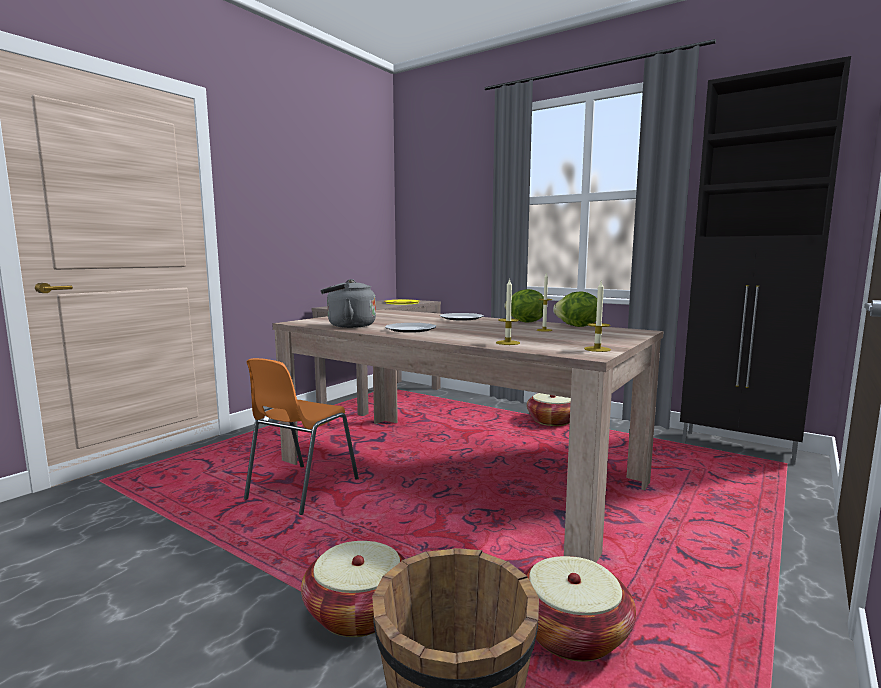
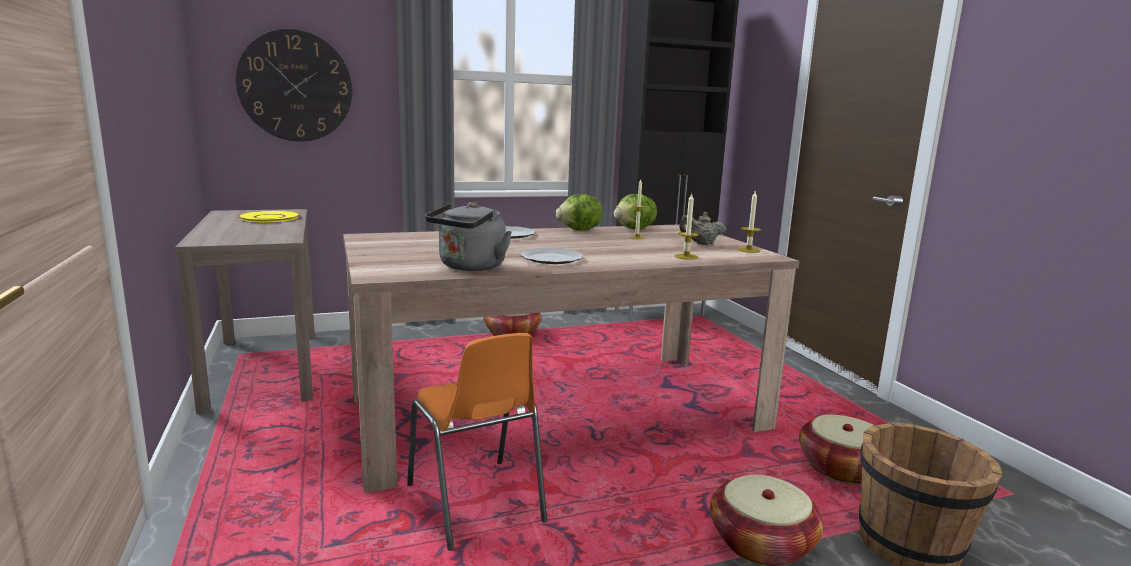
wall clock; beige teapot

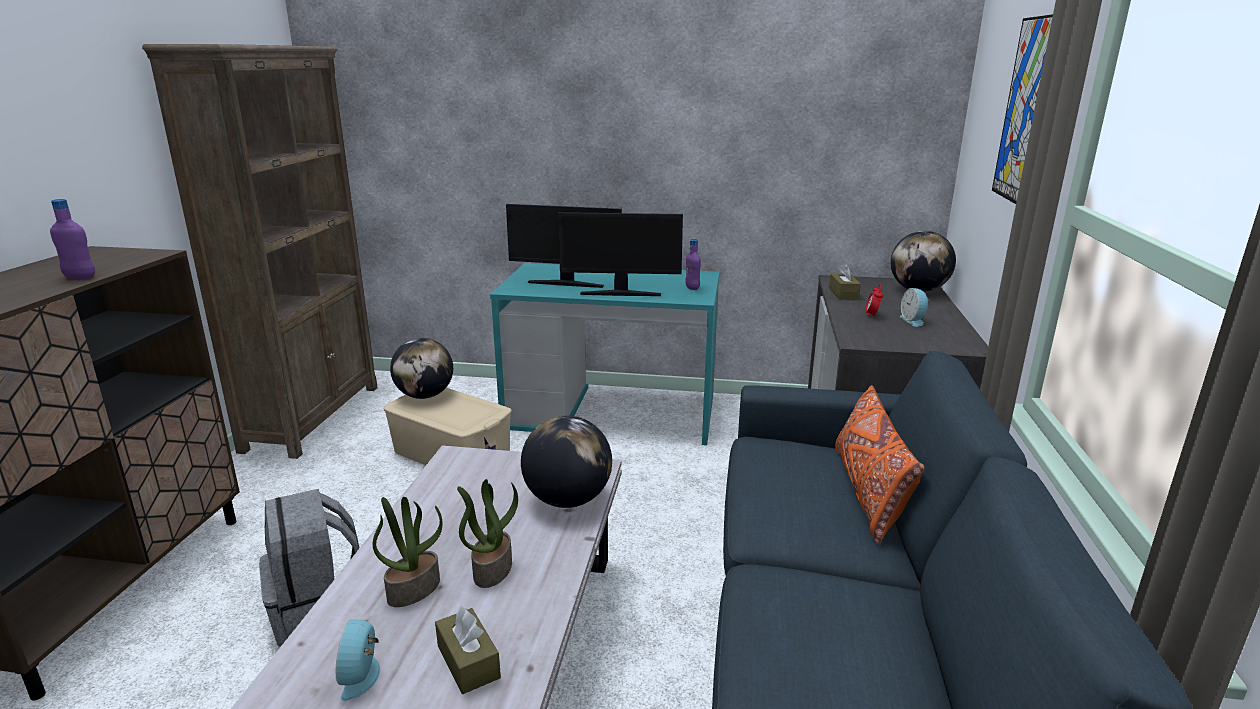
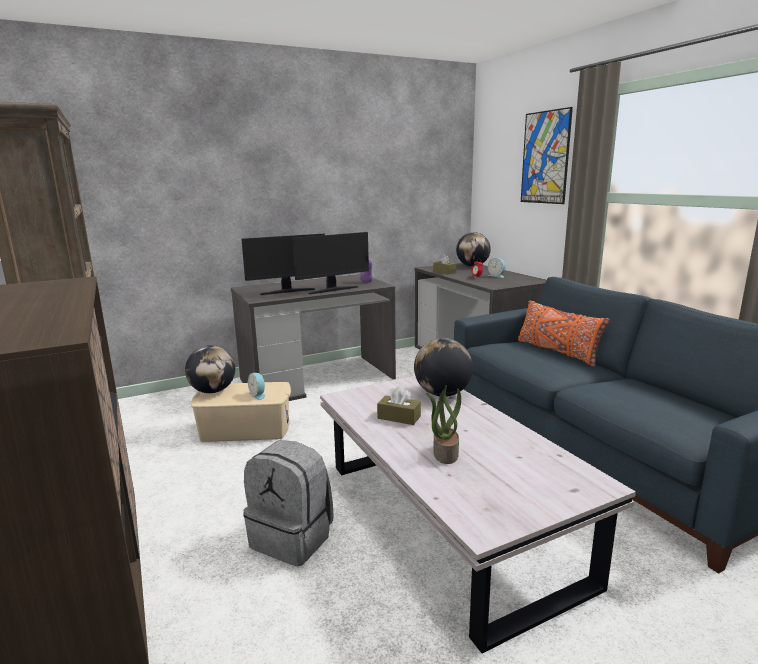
purple bottle (no. 1 from left in the first image); grey desk (no. 1 from left); potted plant (no. 2 from left in the first image); brown tissue box (no. 1 from left); alarm clock (no. 1 from left)

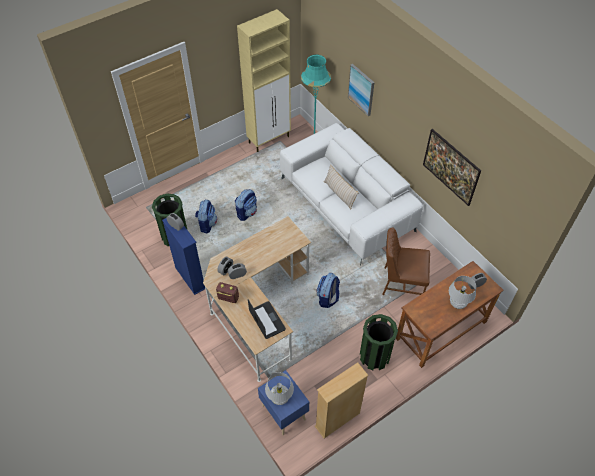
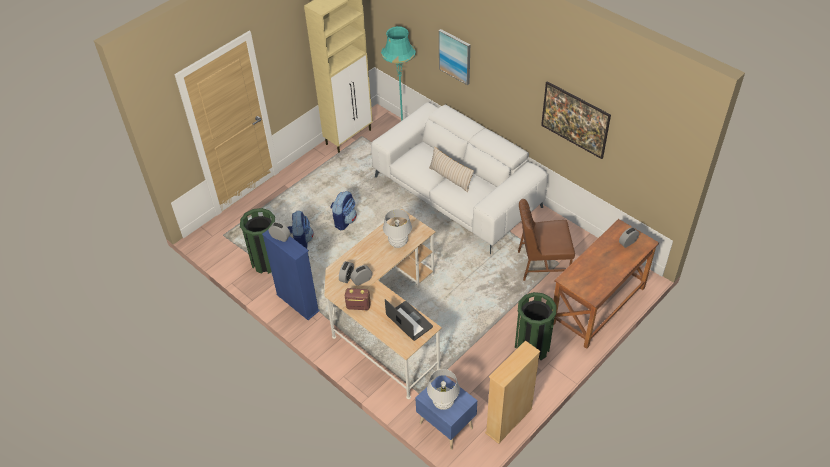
backpack (no. 3 from left in the first image); white table lamp (no. 1 from left)

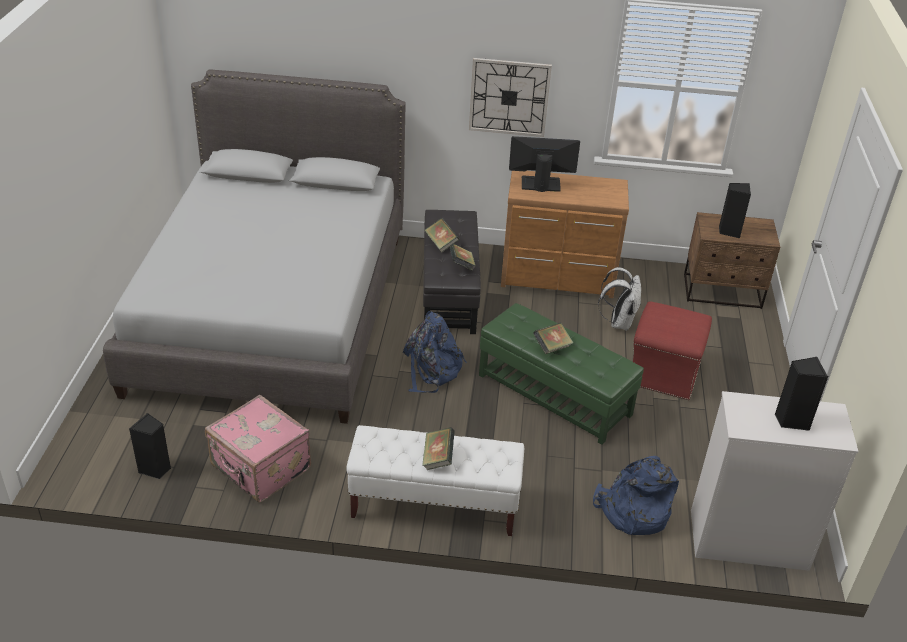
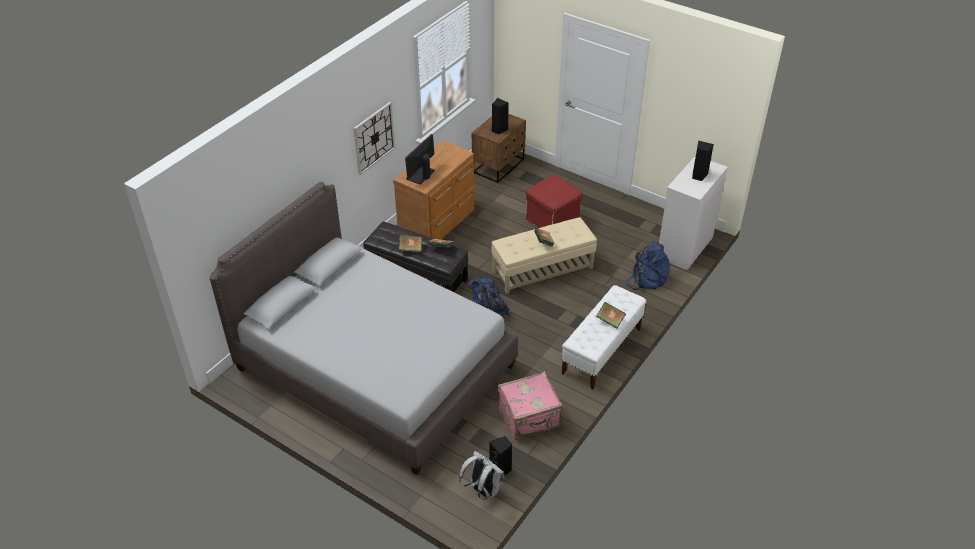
white backpack; beige ottoman

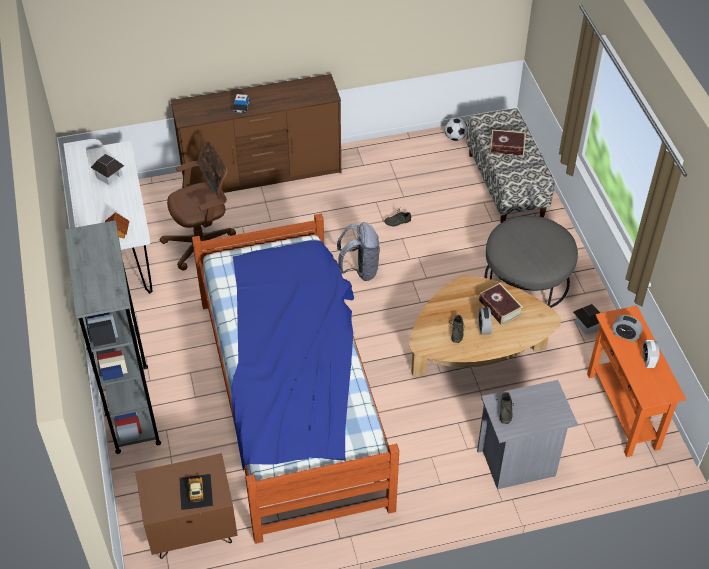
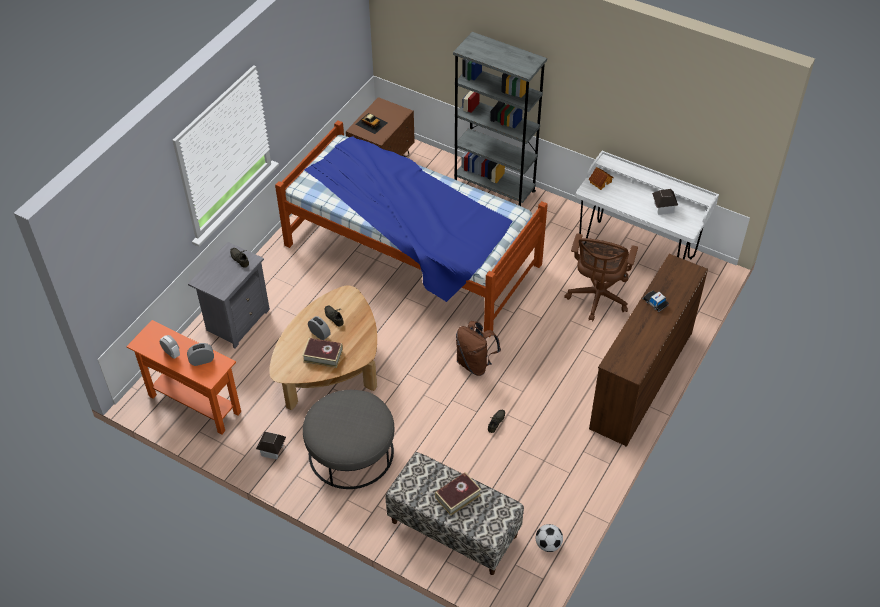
brown backpack

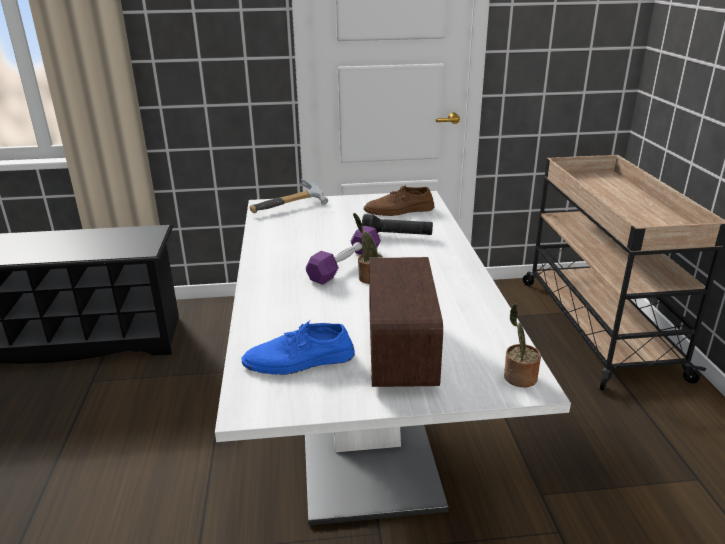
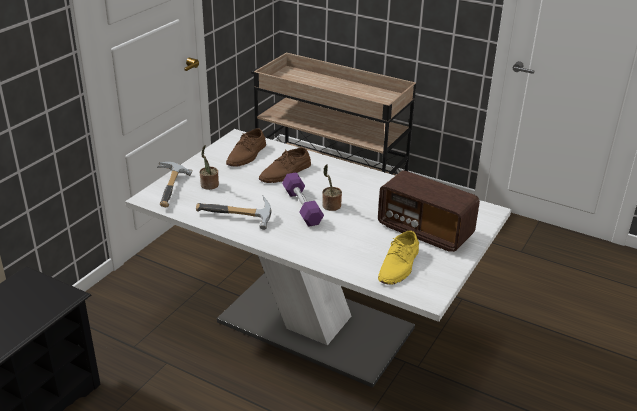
brown shoe (no. 2 from left); potted plant (no. 1 from left); yellow shoe; hammer (no. 2 from left)

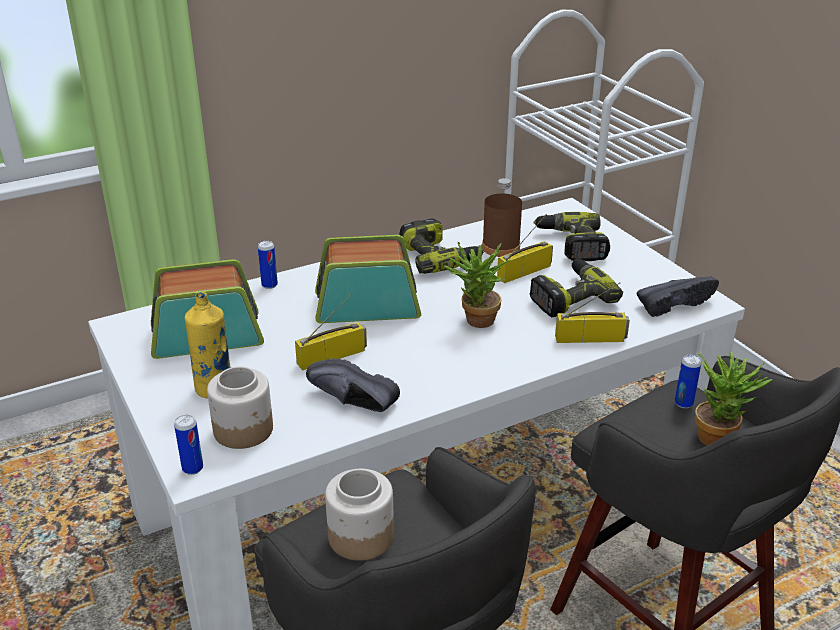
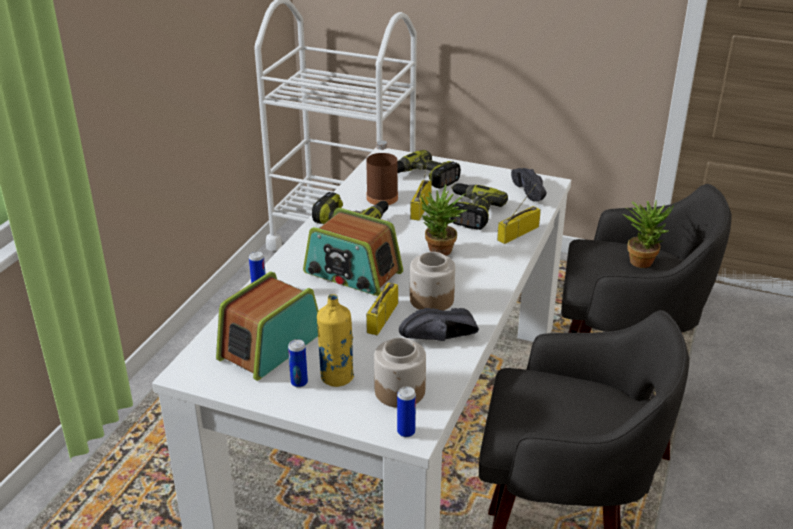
radio (no. 2 from left); black shoe (no. 2 from left); can (no. 2 from left); jar (no. 2 from left)

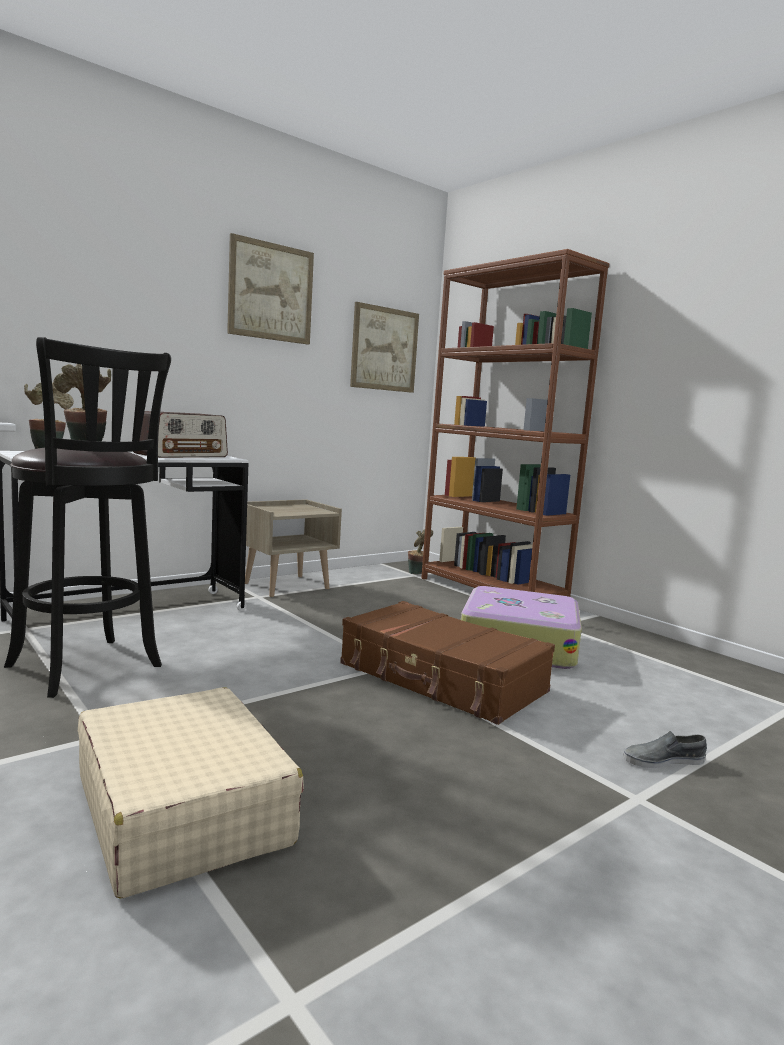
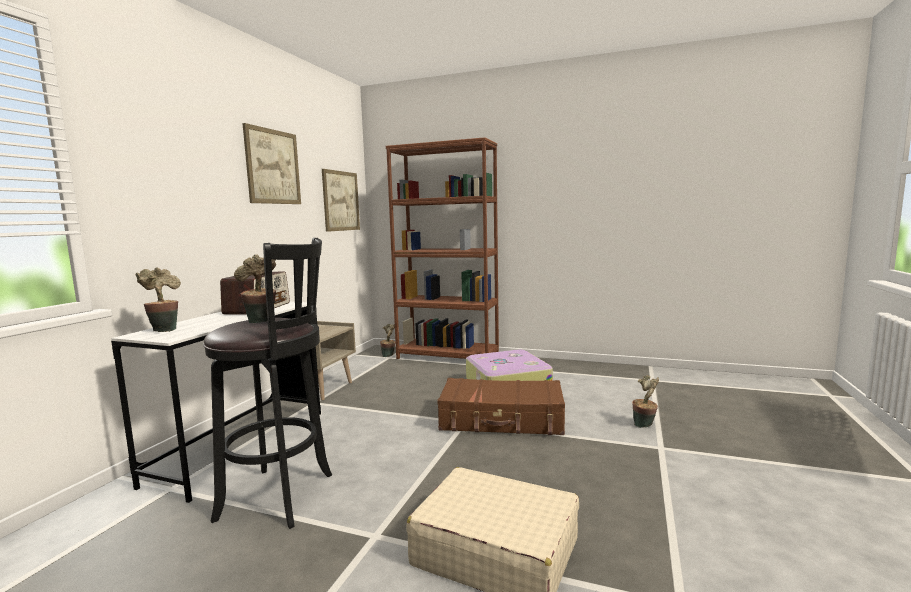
potted plant (no. 4 from left)

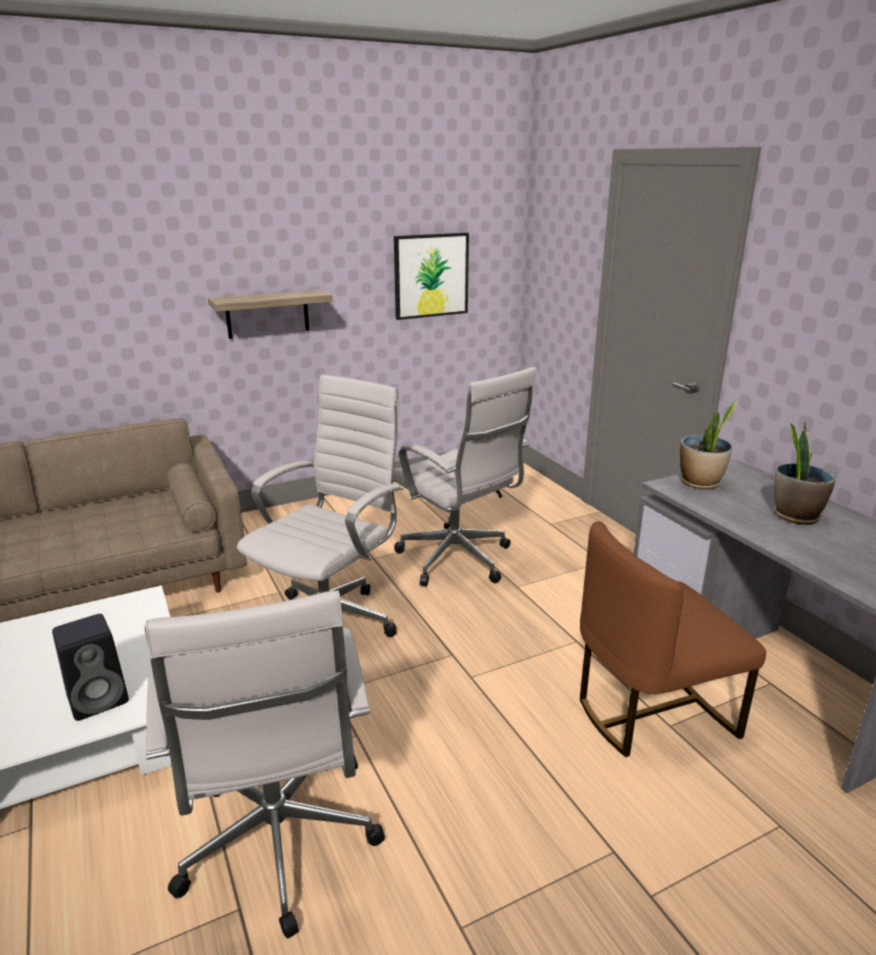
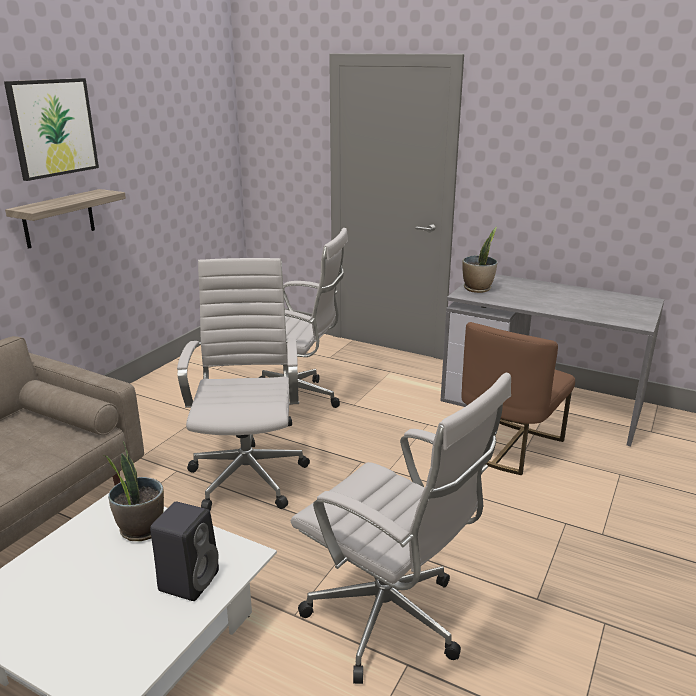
picture; potted plant (no. 1 from left)

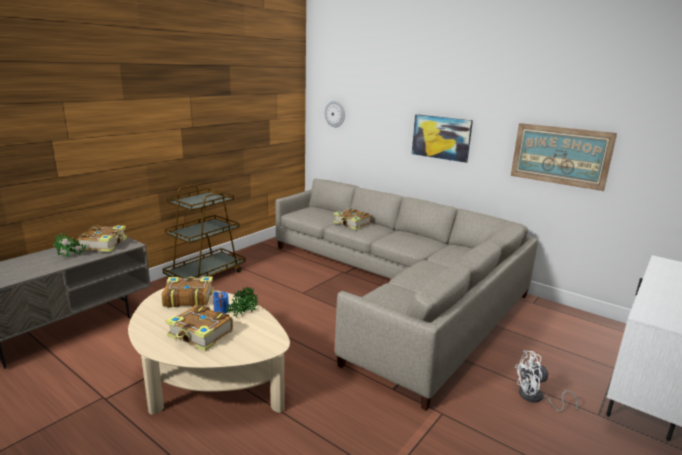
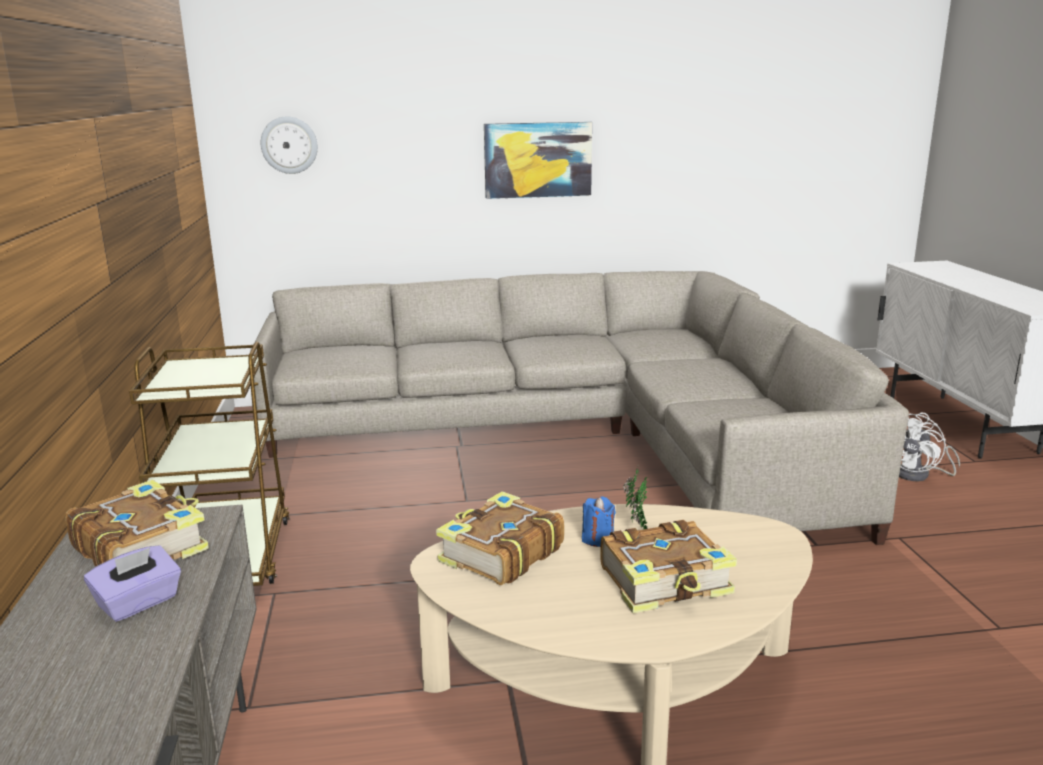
picture (no. 2 from left in the first image); book (no. 4 from left in the first image); purple tissue box

